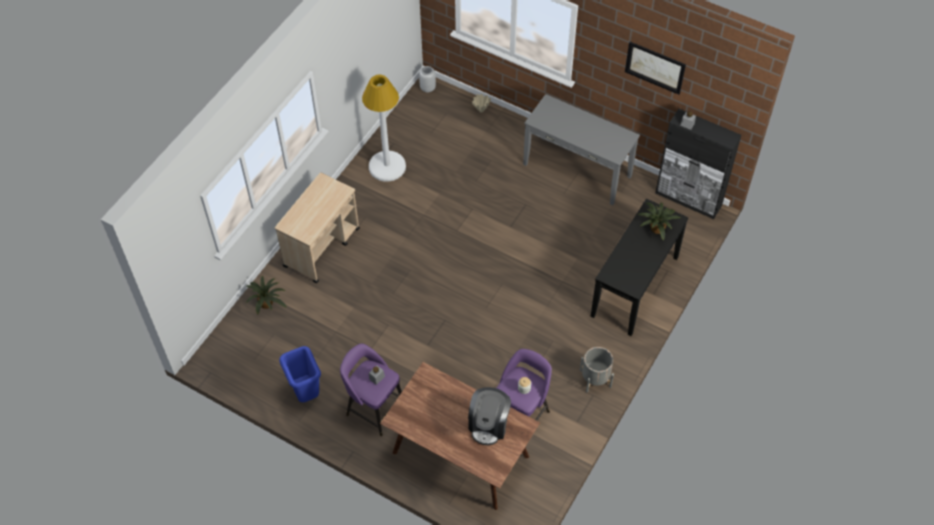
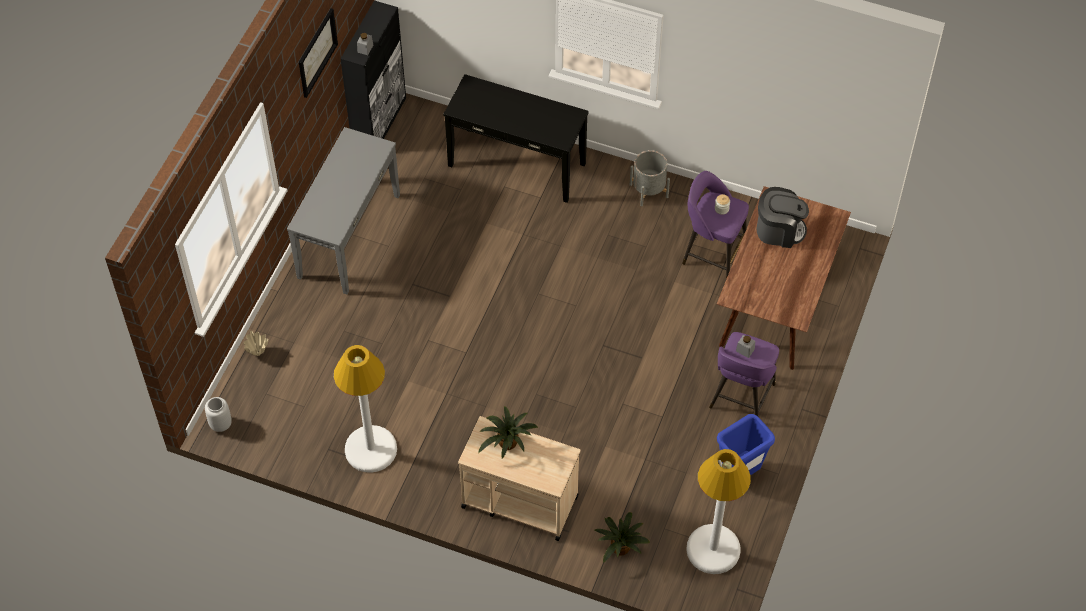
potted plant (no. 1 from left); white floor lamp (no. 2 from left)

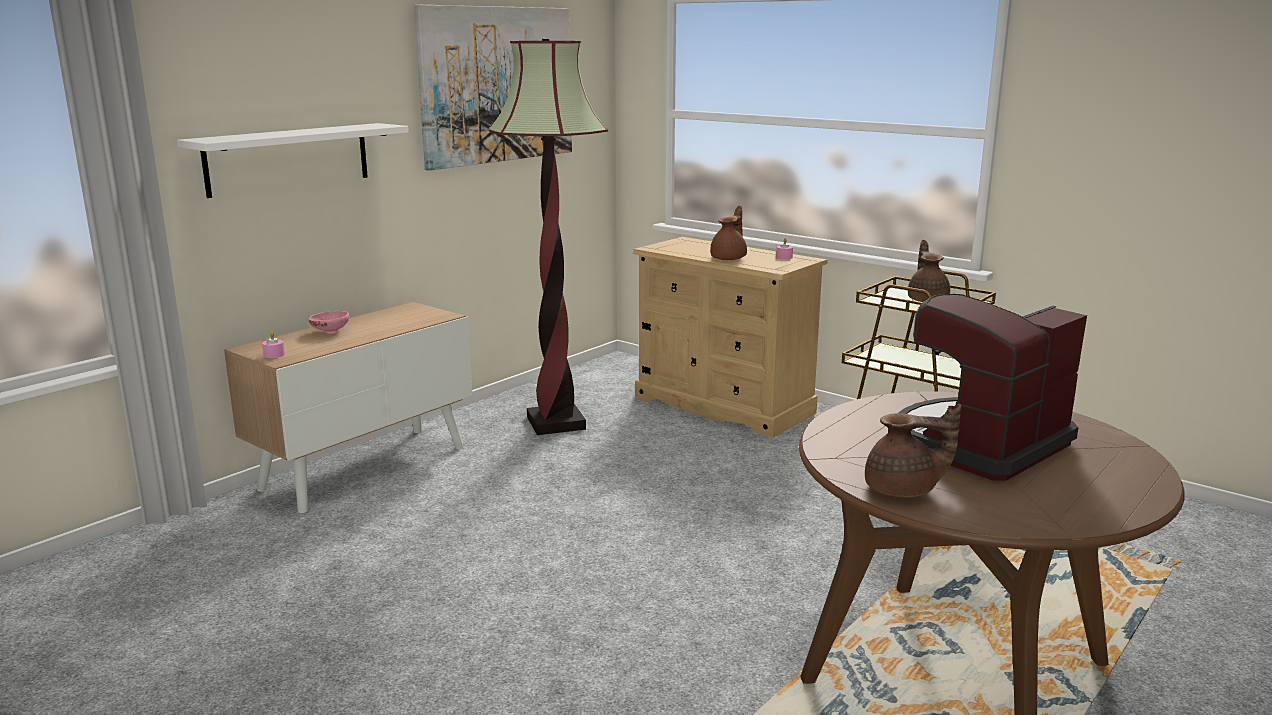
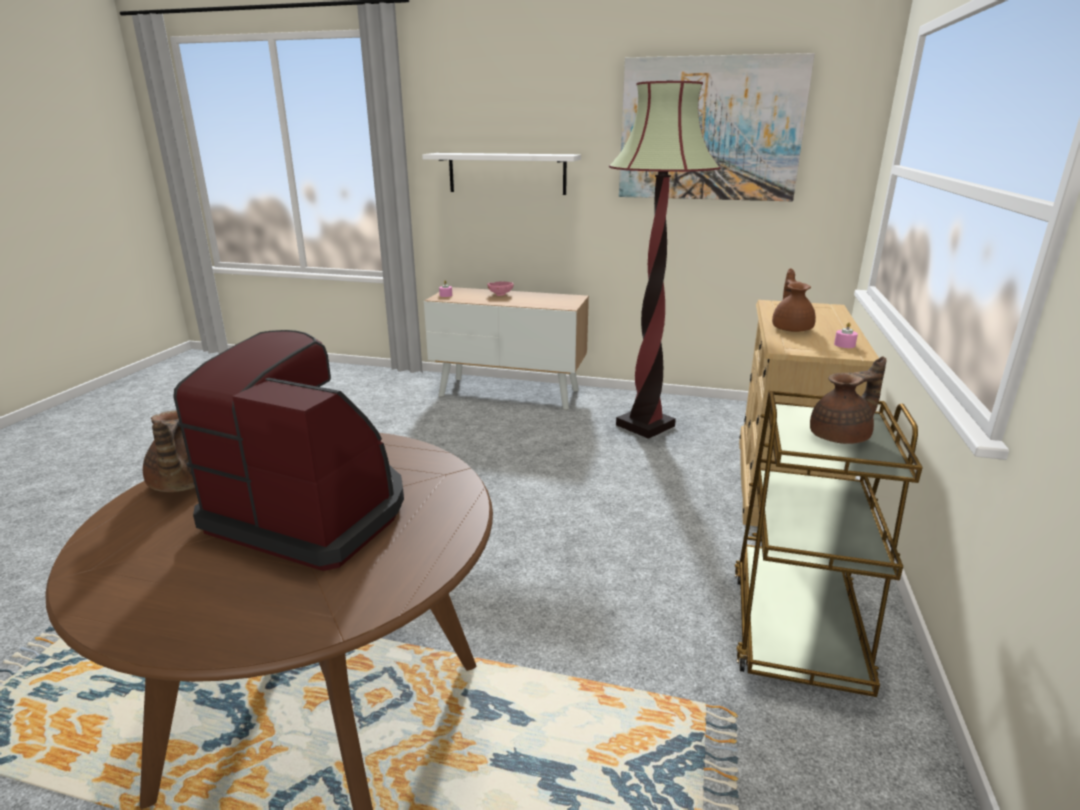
brown teapot (no. 2 from left)

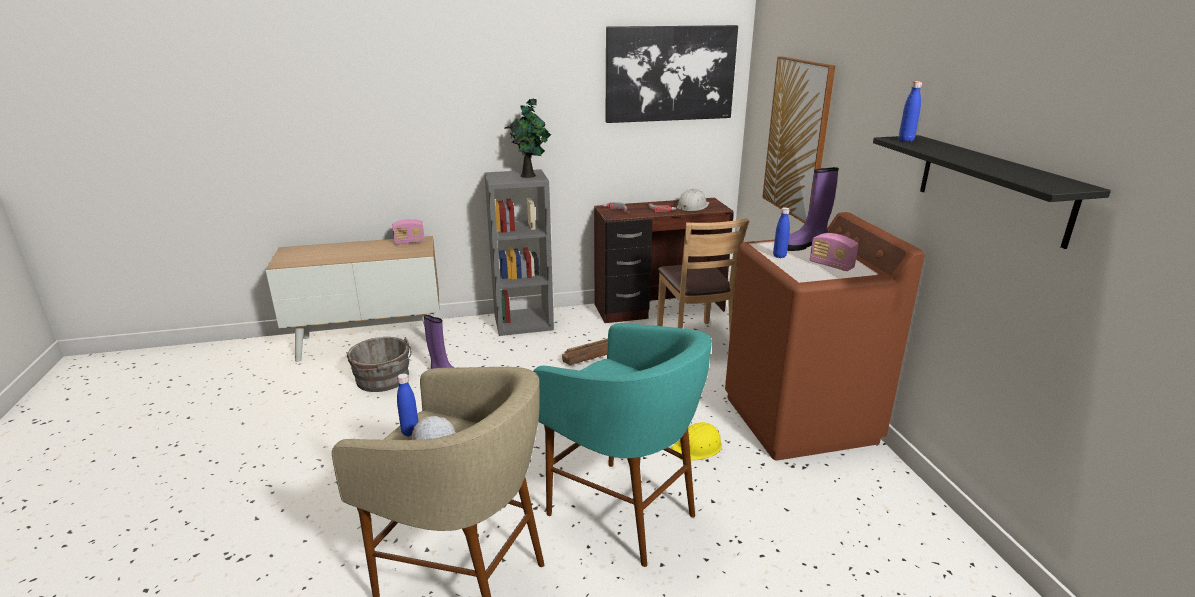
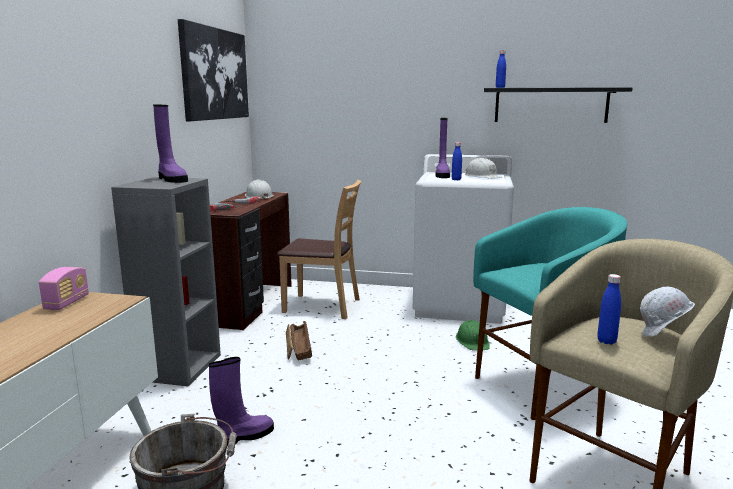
picture (no. 2 from left in the first image); purple boot (no. 1 from left); white washing machine; white hard hat (no. 2 from left); green hard hat

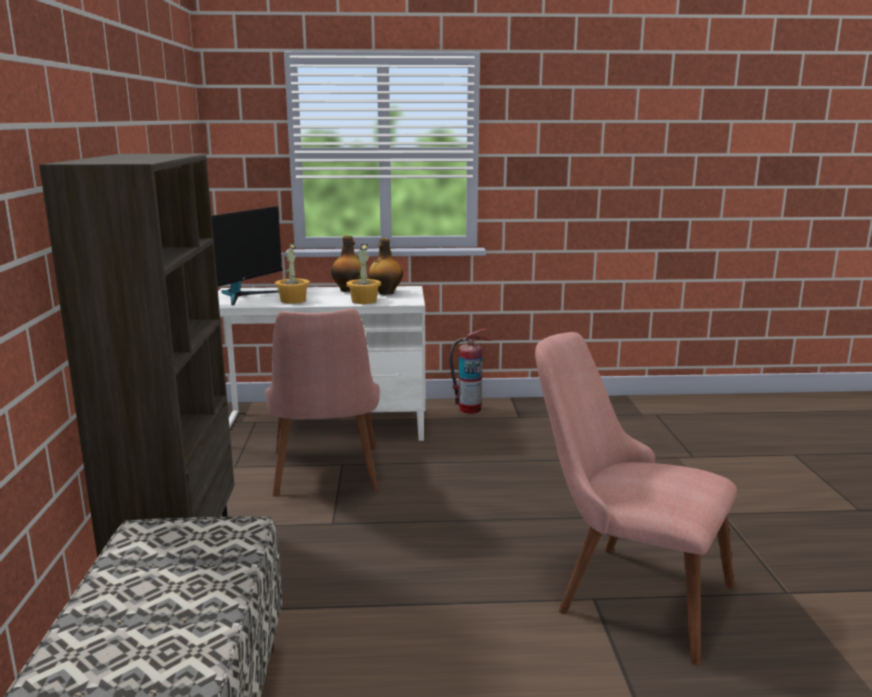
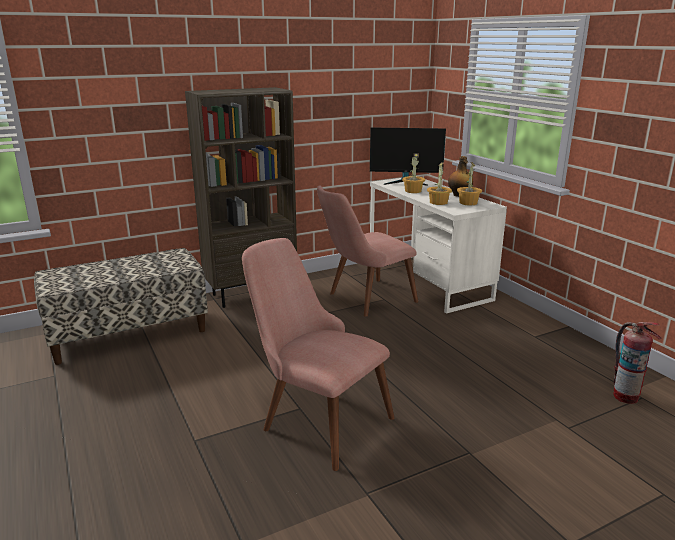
potted plant (no. 3 from left); fire extinguisher; pink chair (no. 1 from left)

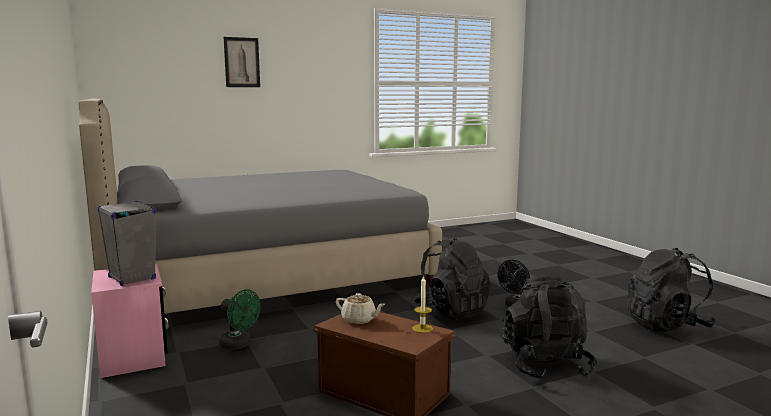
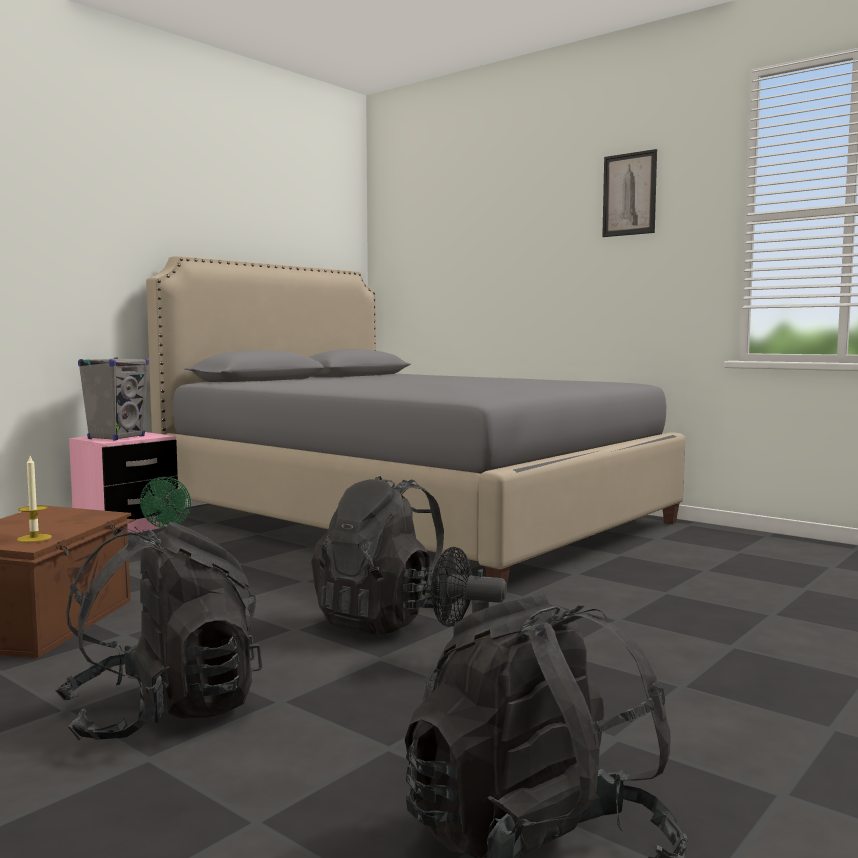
picture; beige teapot

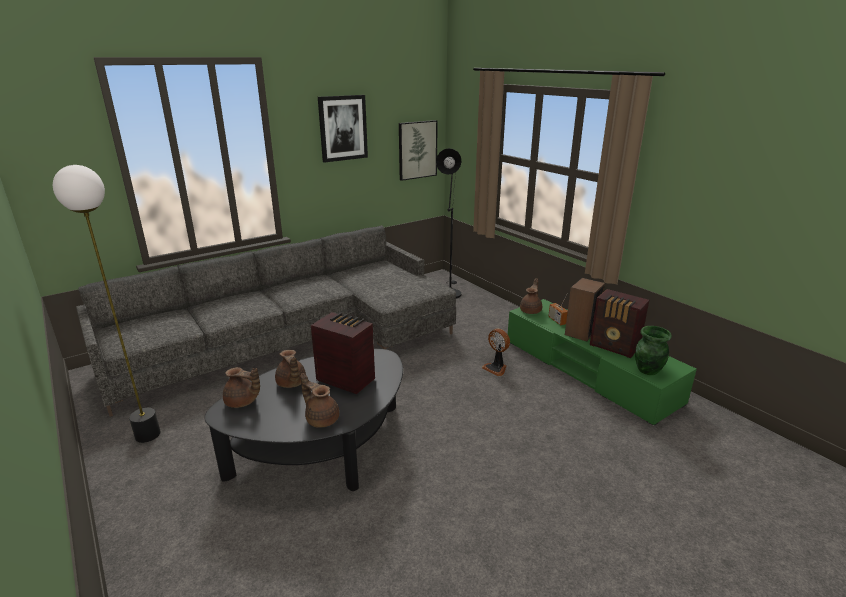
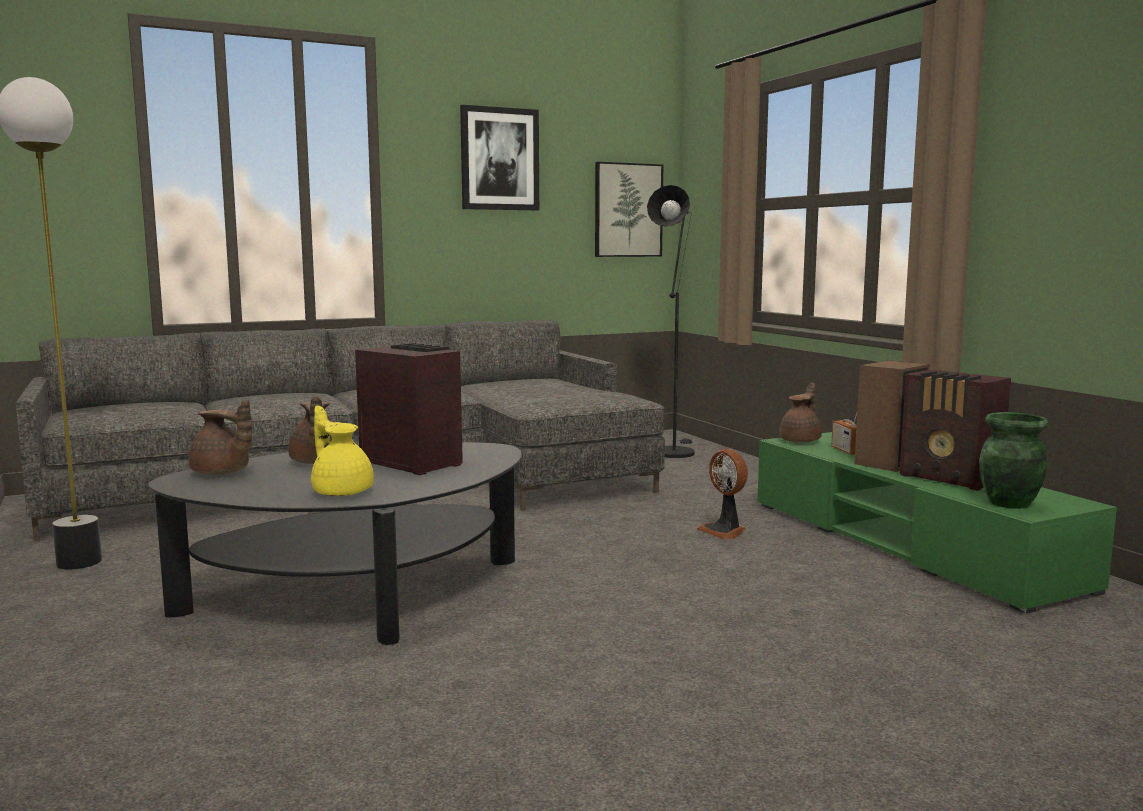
yellow teapot

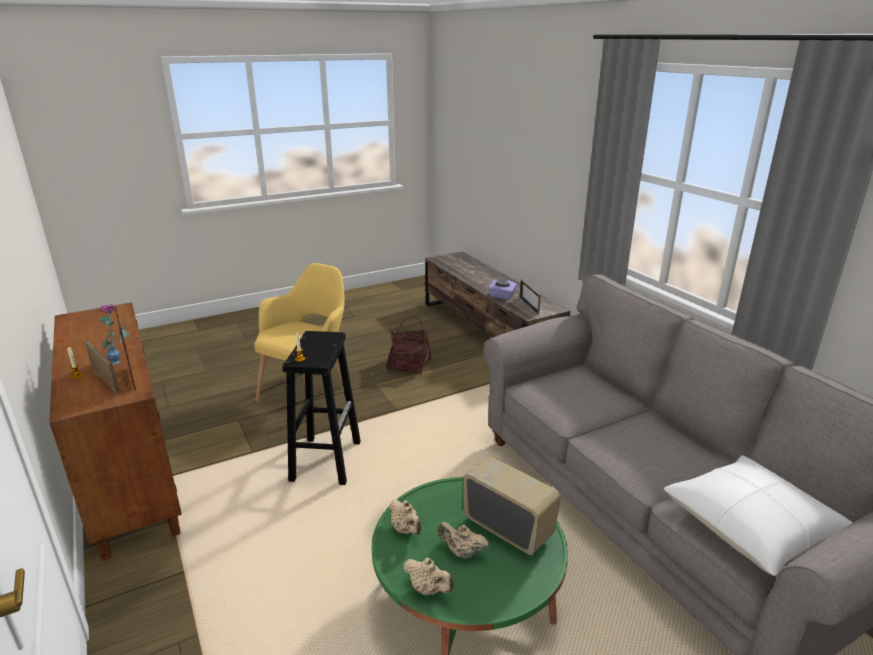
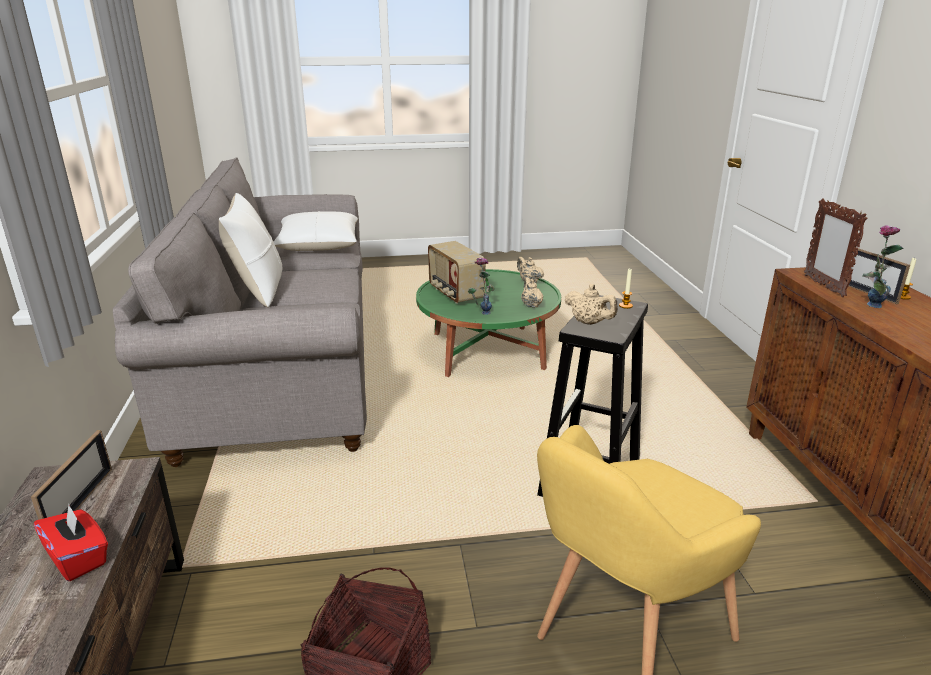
red tissue box; beige teapot (no. 3 from left); white pillow (no. 1 from left); vase (no. 1 from left)

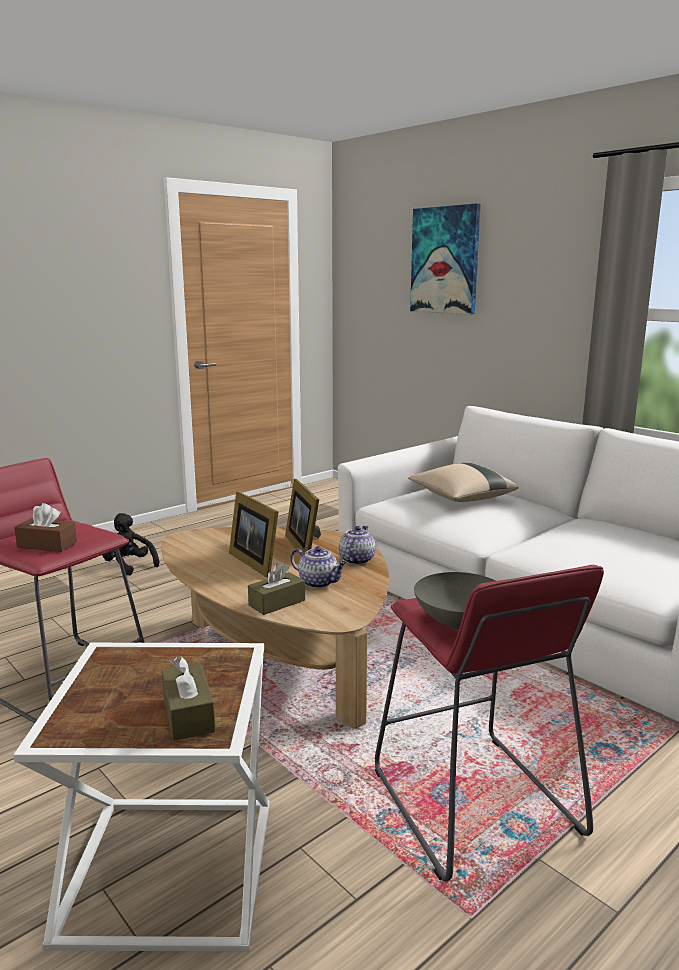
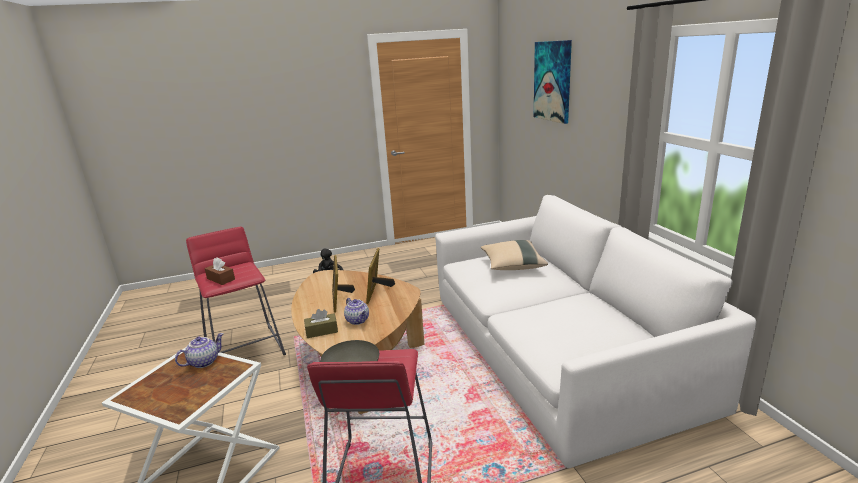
teapot (no. 1 from left); brown tissue box (no. 2 from left in the first image)

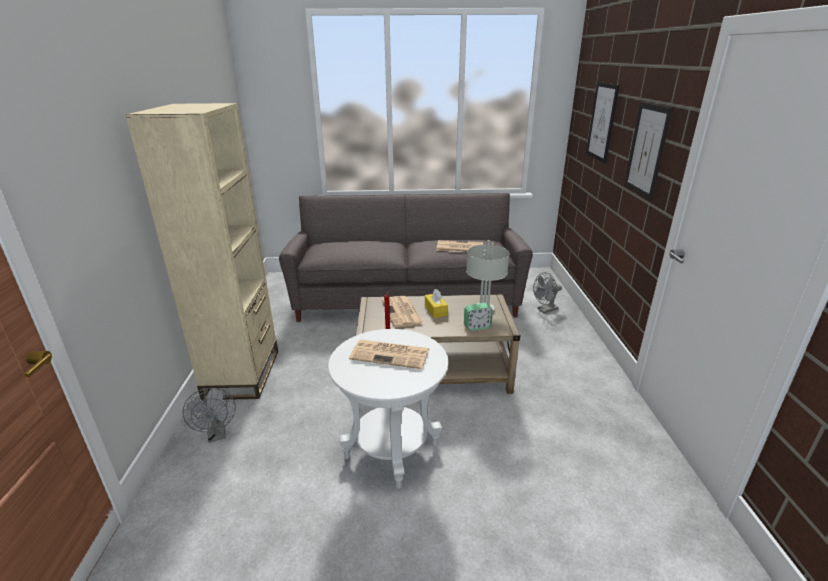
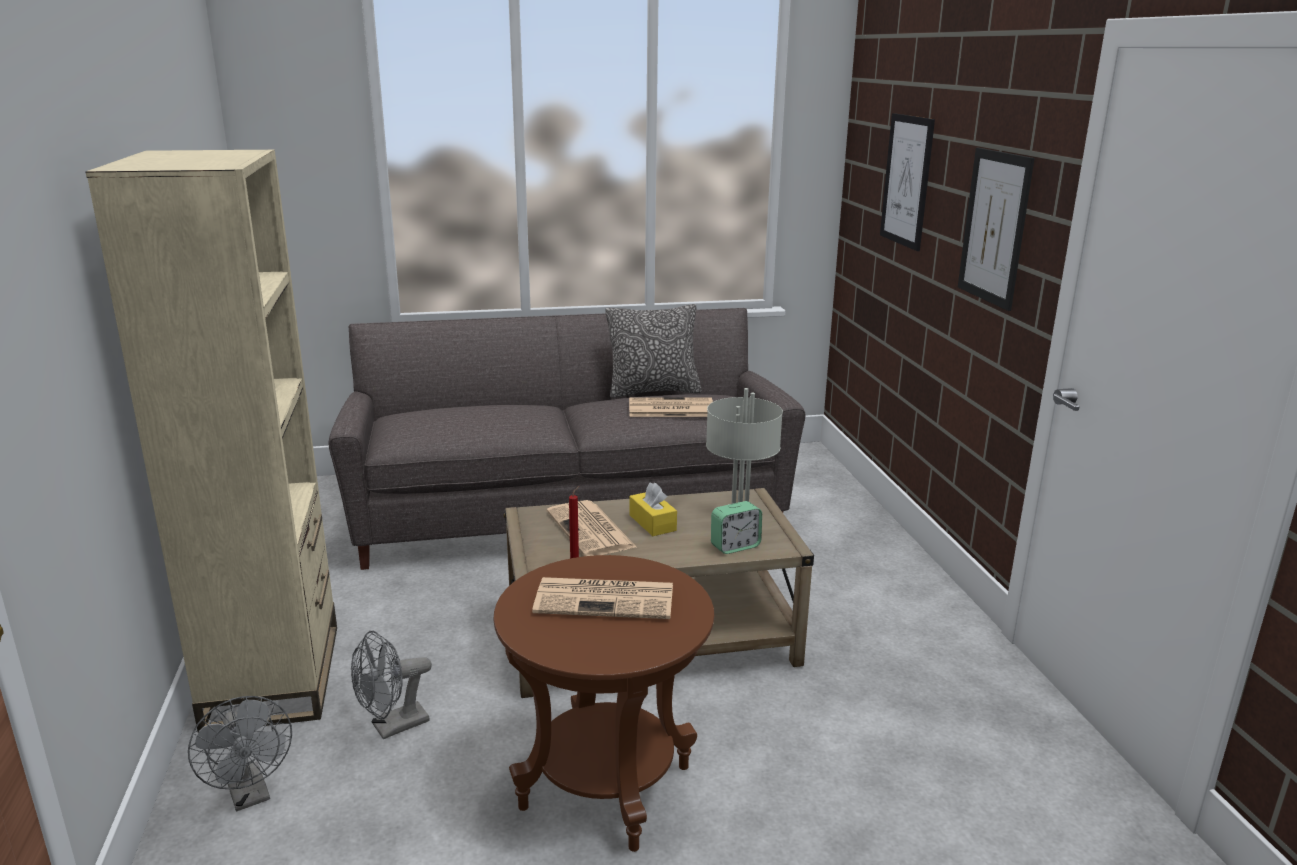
grey fan (no. 2 from left); brown side table; pillow

